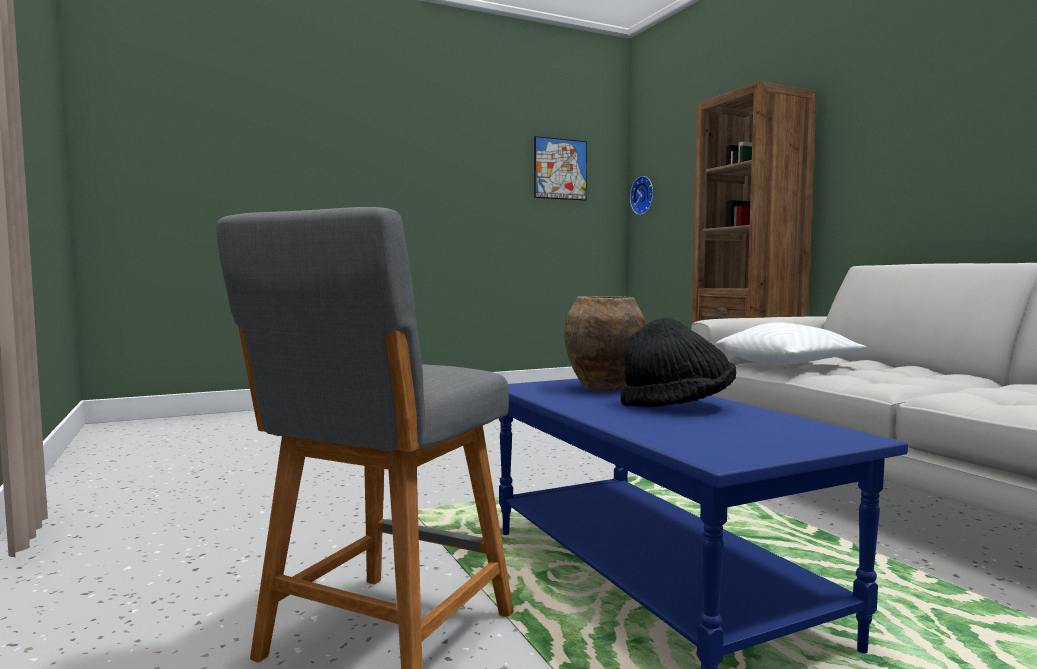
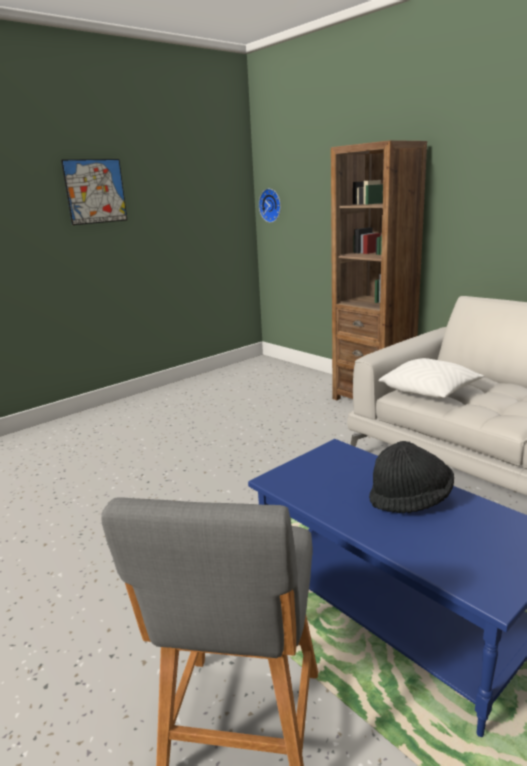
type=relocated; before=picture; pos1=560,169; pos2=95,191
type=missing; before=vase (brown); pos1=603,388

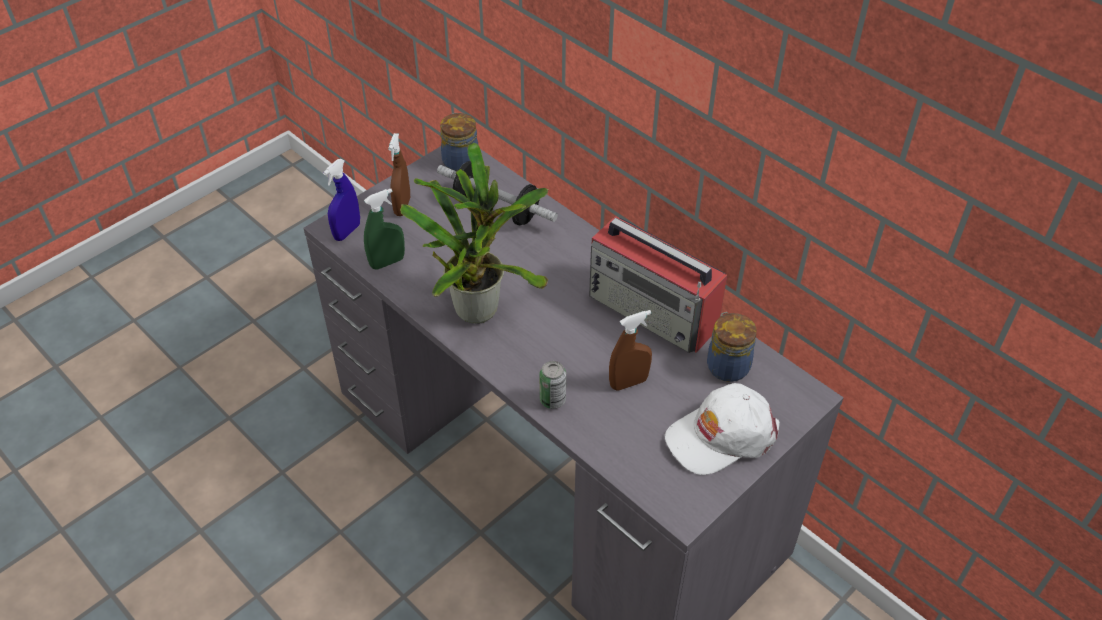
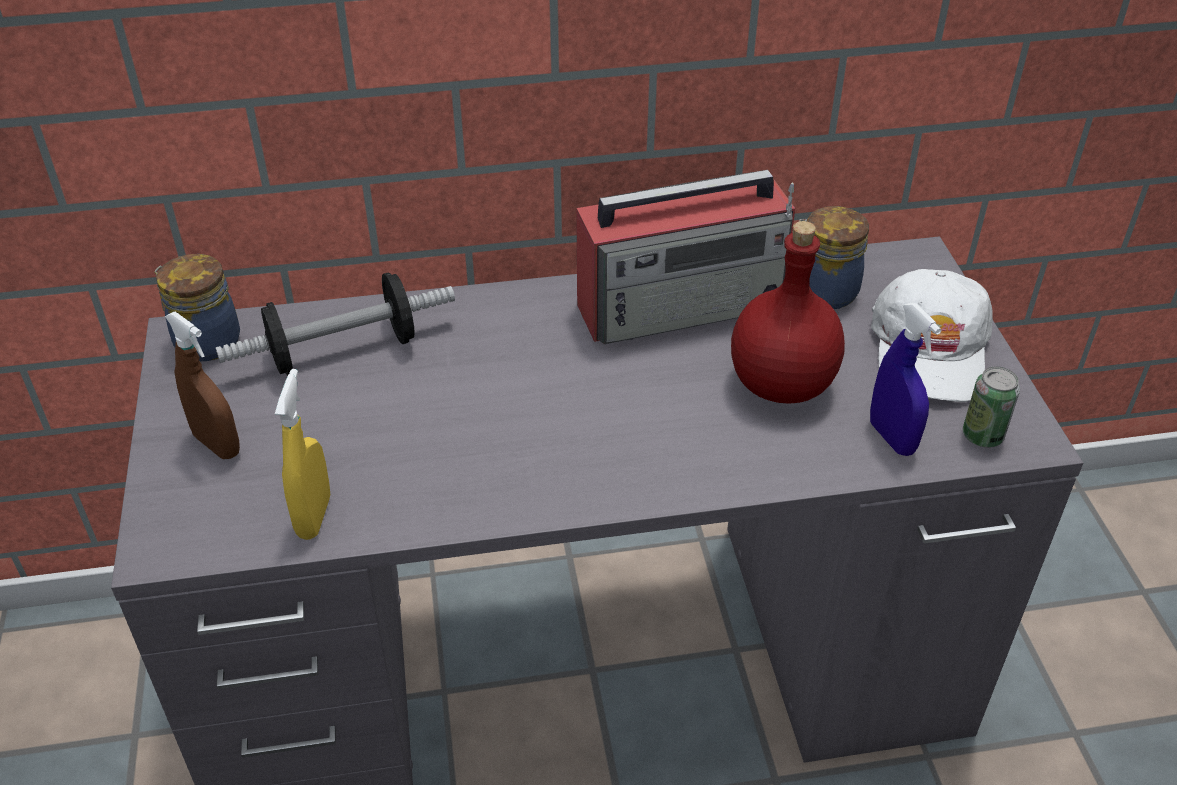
type=missing; before=potted plant; pos1=478,305
type=relocated; before=spray bottle (blue); pos1=347,232; pos2=892,438
type=colour; before=spray bottle (green); after=spray bottle (yellow); pos1=387,262; pos2=314,516
type=exchanged; before=spray bottle (brown); after=bottle (red); pos1=628,382; pos2=782,383
type=relocated; before=can; pos1=552,400; pos2=982,436

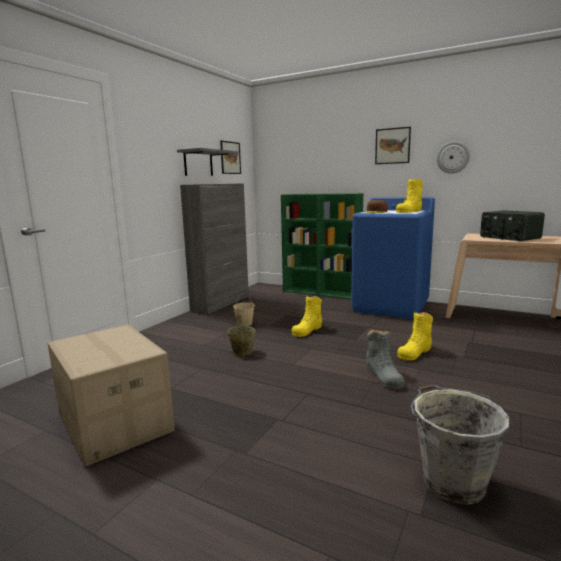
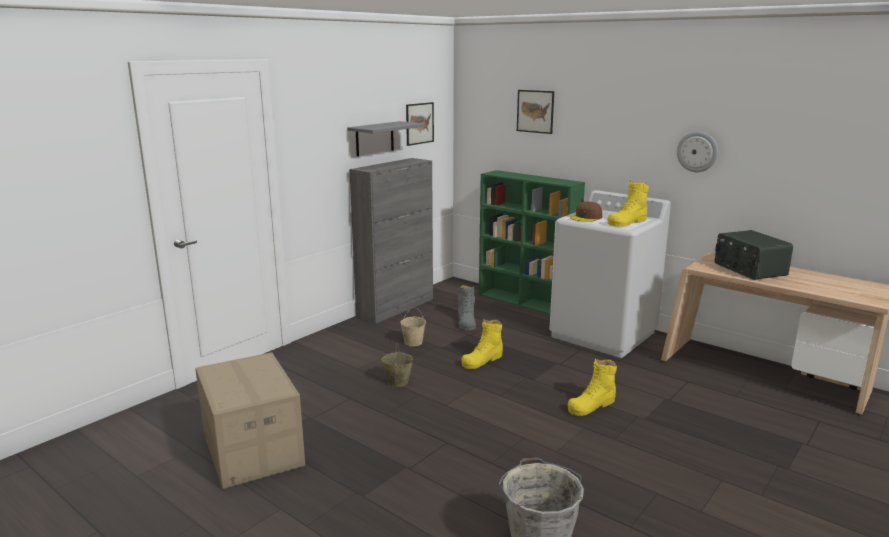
type=relocated; before=picture; pos1=392,146; pos2=535,111
type=colour; before=washing machine (blue); after=washing machine (white); pos1=391,306; pos2=603,334
type=relocated; before=boot (grey); pos1=383,376; pos2=466,322

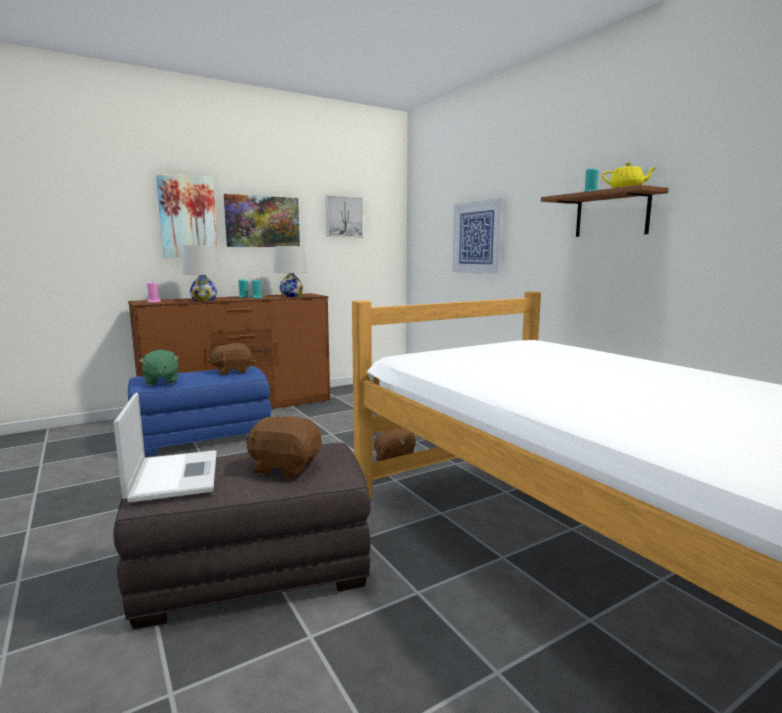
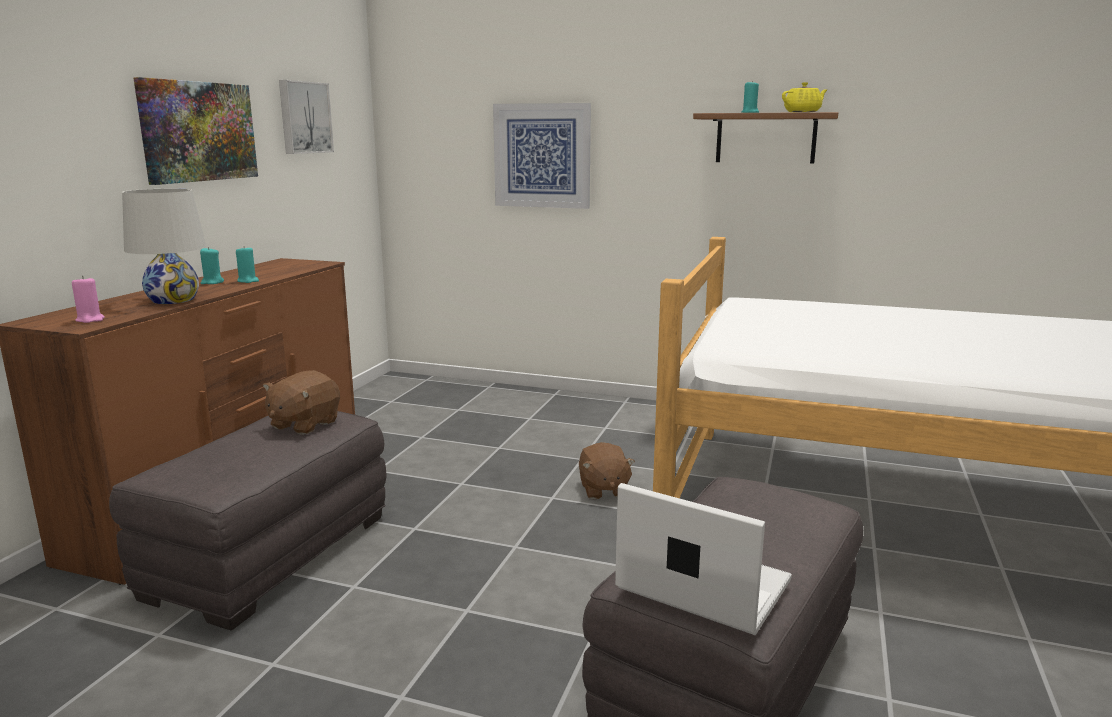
type=missing; before=picture; pos1=187,217
type=missing; before=table lamp (white); pos1=291,296
type=missing; before=plush toy (green); pos1=161,381
type=colour; before=ottoman (blue); after=ottoman (grey); pos1=204,436; pos2=270,554
type=missing; before=plush toy (brown); pos1=285,467

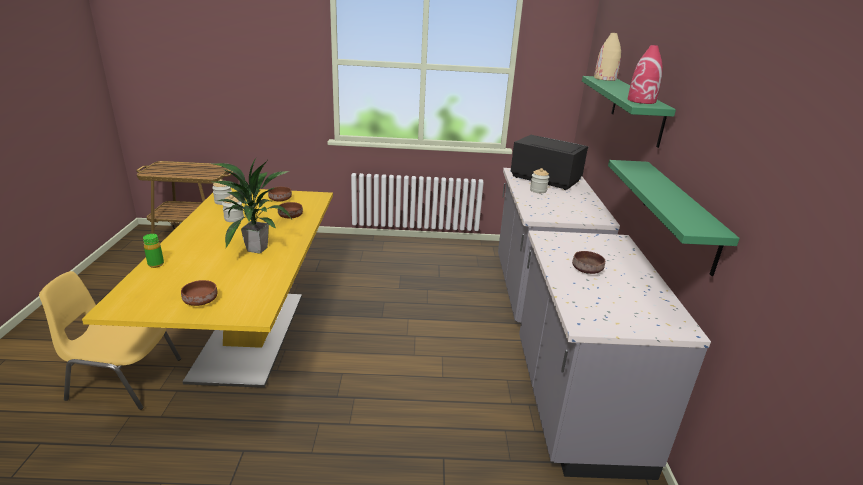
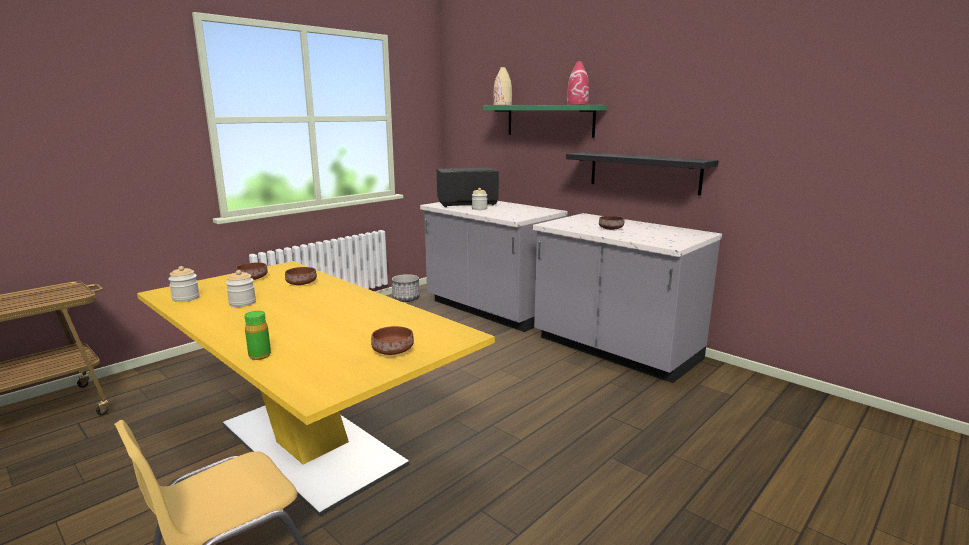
type=missing; before=potted plant; pos1=256,249
type=colour; before=shelf (green); after=shelf (black); pos1=680,214; pos2=643,172
type=appeared; after=planter; pos2=406,299

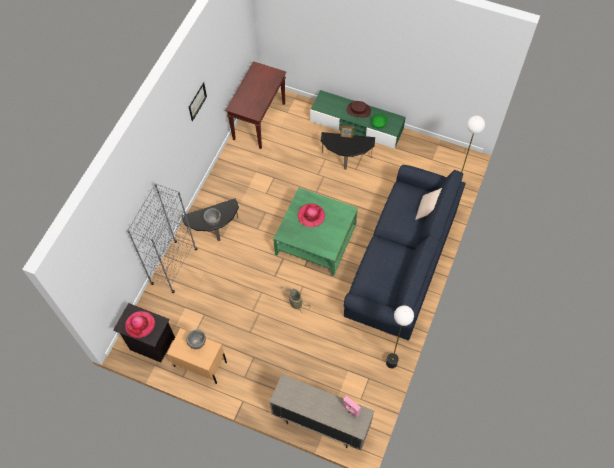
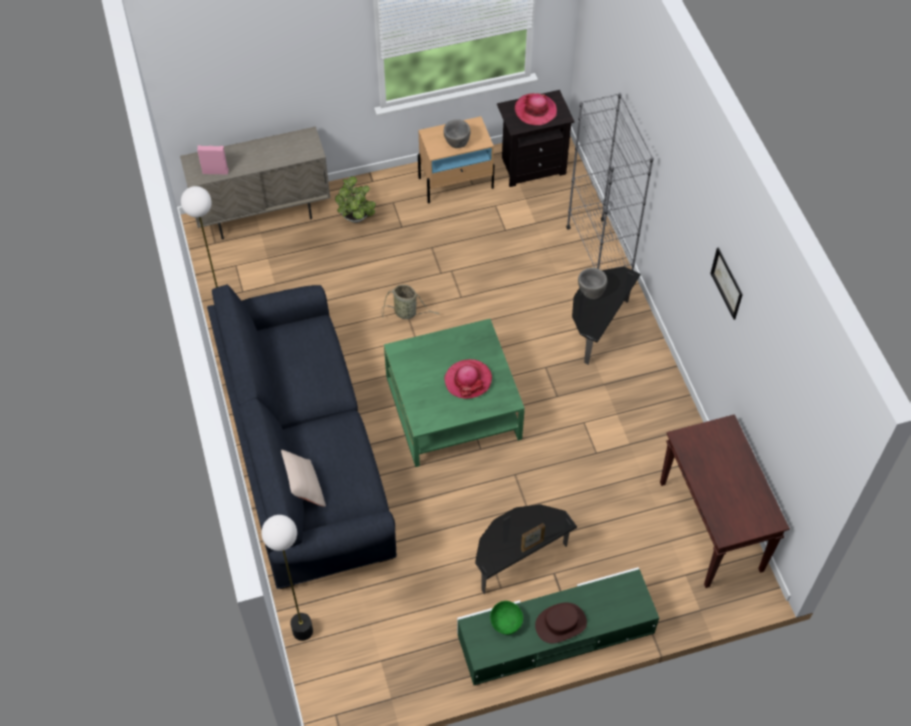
type=appeared; after=potted plant; pos2=356,218

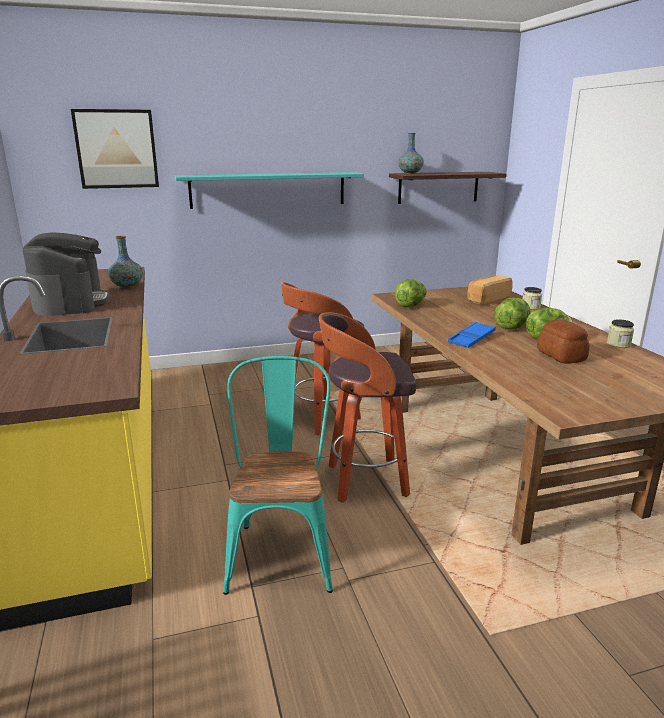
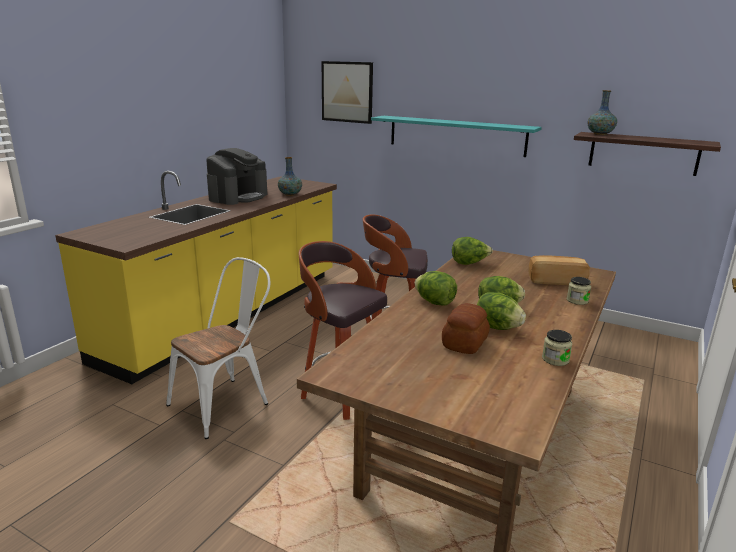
type=exchanged; before=tray (blue); after=lettuce; pos1=471,339; pos2=434,302
type=colour; before=chair (turquoise); after=chair (white); pos1=281,549; pos2=226,402

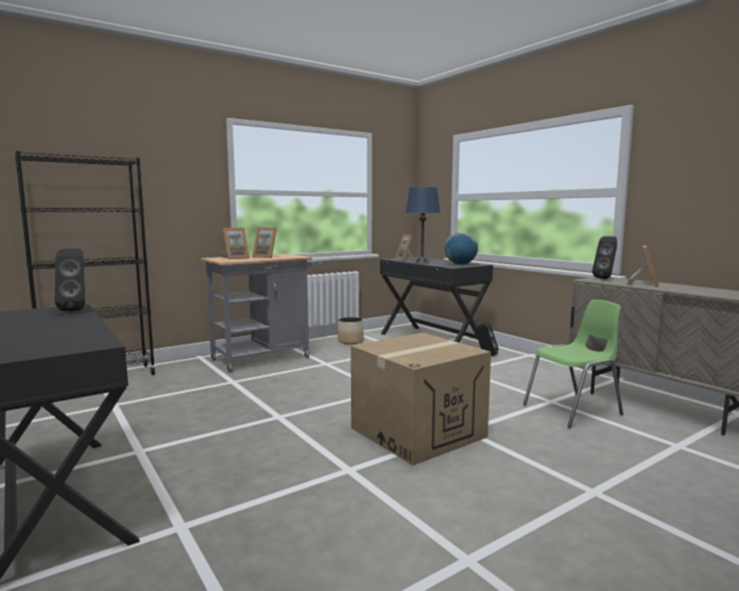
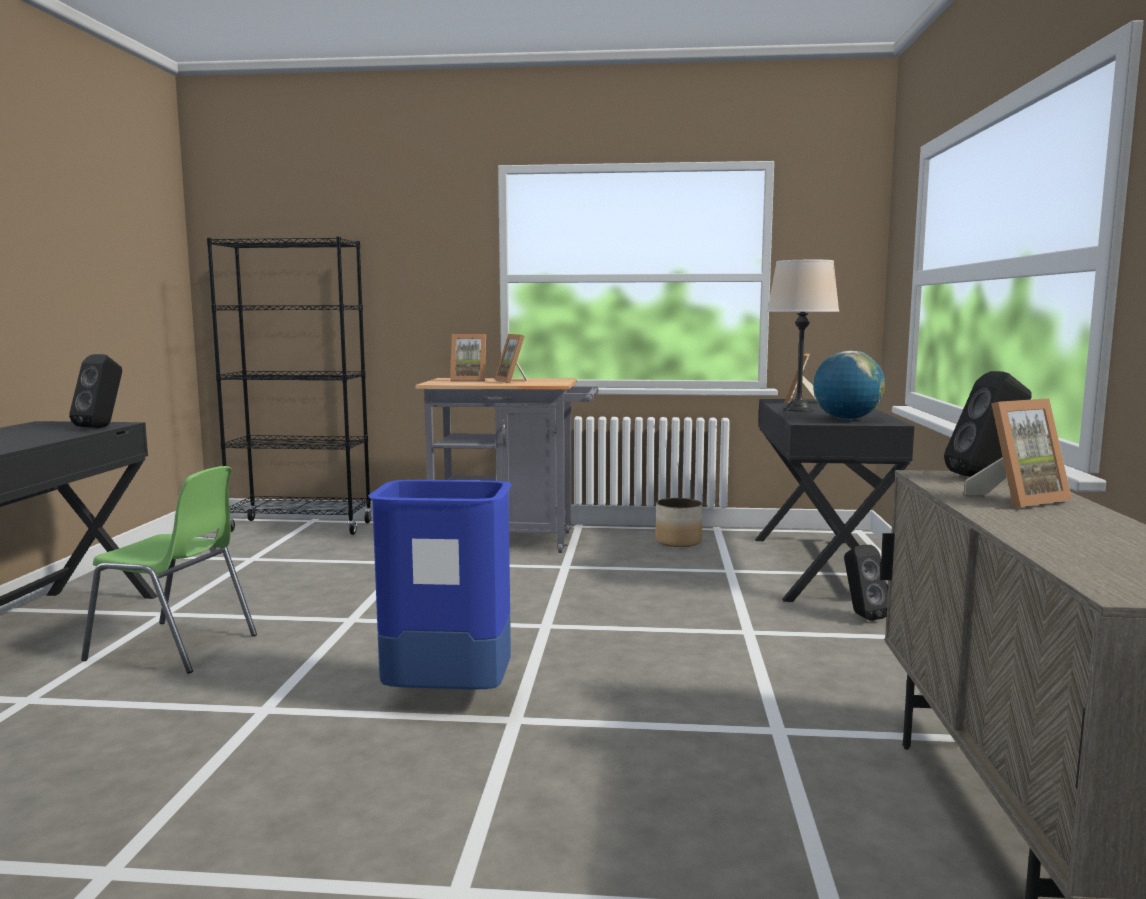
type=colour; before=table lamp (blue); after=table lamp (beige); pos1=422,262; pos2=798,409
type=relocated; before=chair (green); pos1=574,410; pos2=175,648
type=exchanged; before=cardboard box; after=trash can (blue); pos1=418,432; pos2=448,697

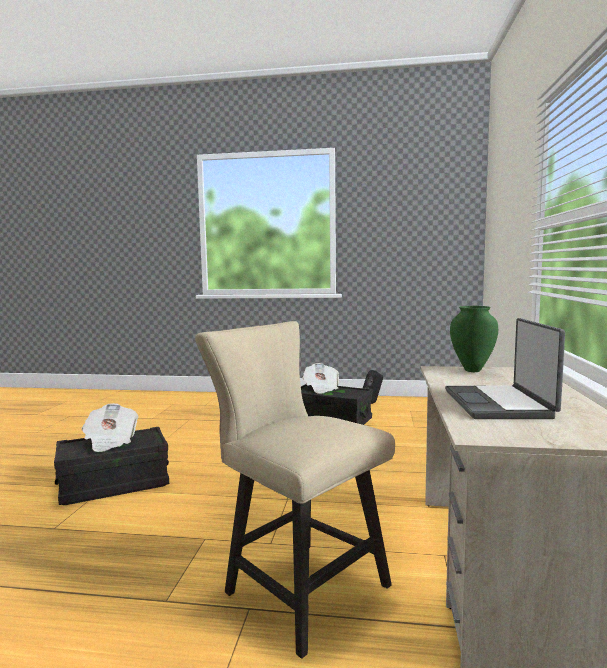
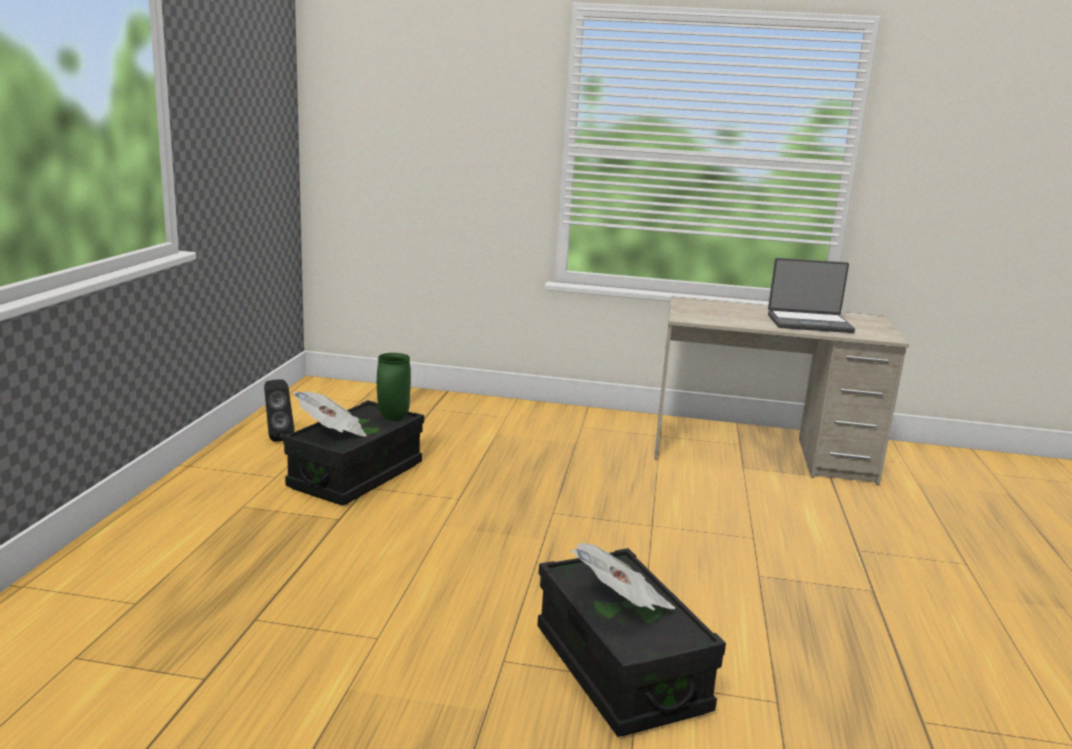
type=relocated; before=vase (green); pos1=472,370; pos2=392,418
type=missing; before=chair (beige); pos1=297,585

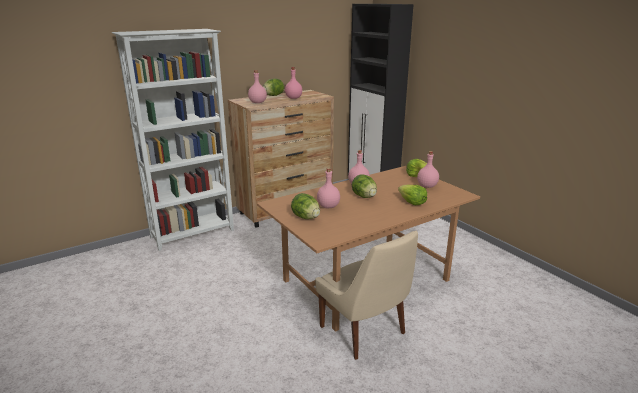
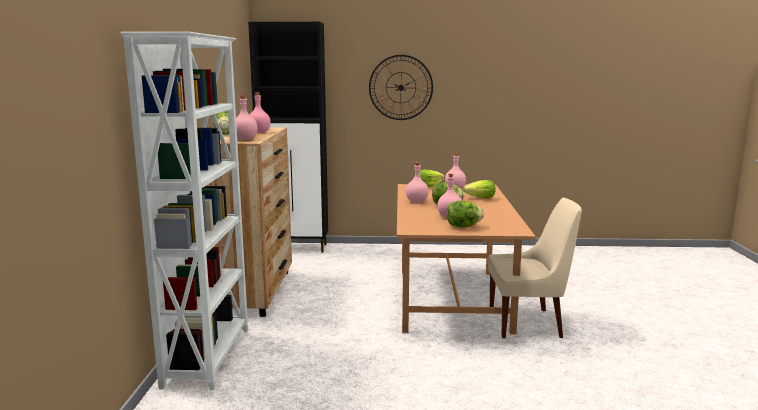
type=appeared; after=wall clock; pos2=400,87

